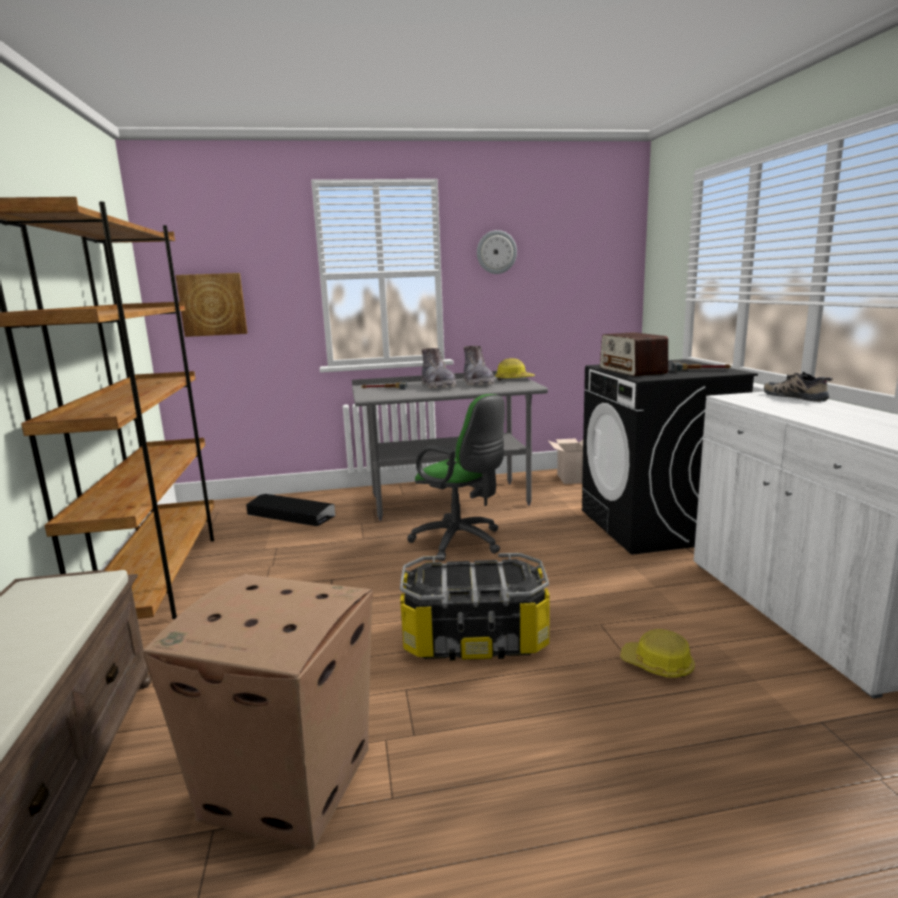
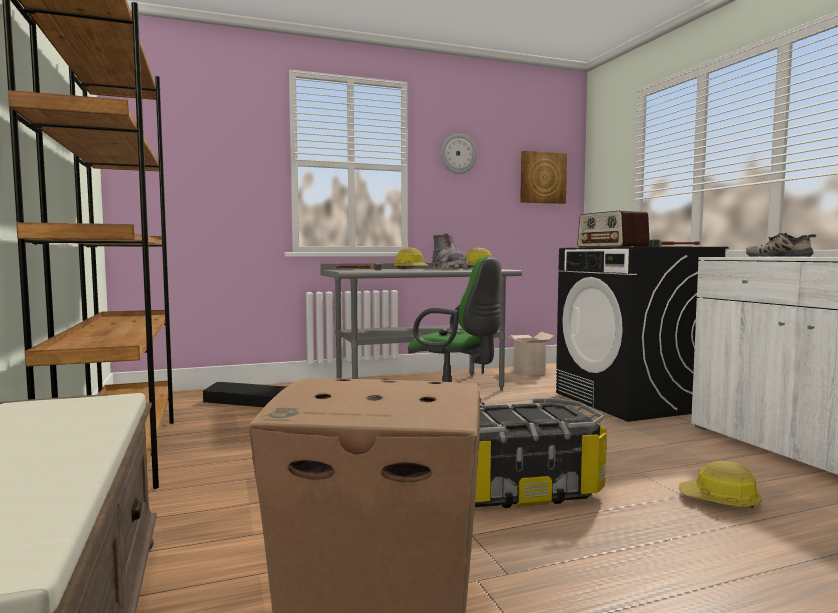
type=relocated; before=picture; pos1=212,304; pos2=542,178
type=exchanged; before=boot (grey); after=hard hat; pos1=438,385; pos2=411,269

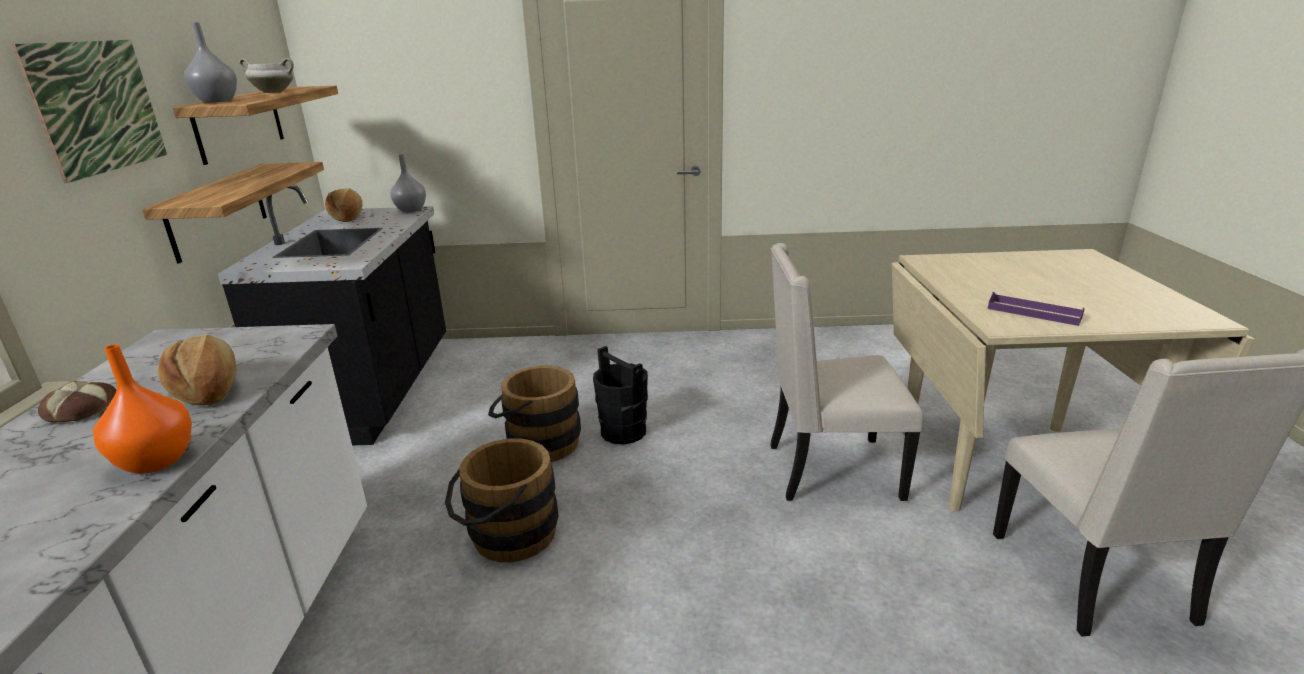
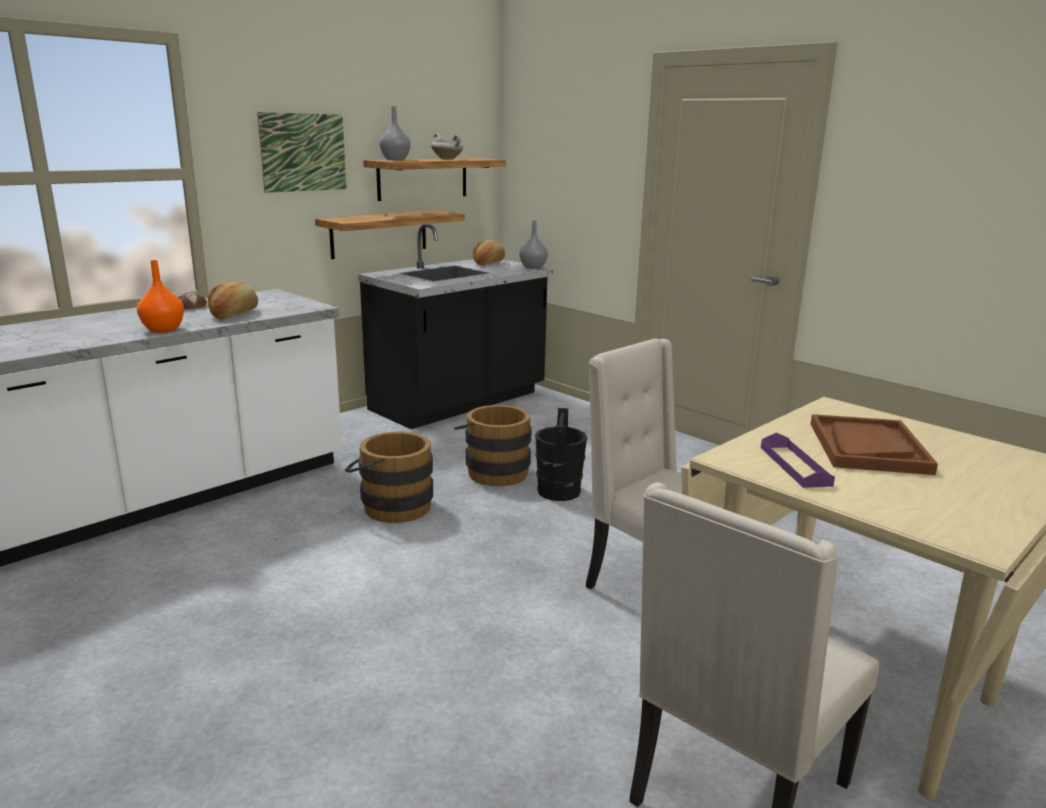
type=appeared; after=tray (brown); pos2=867,447

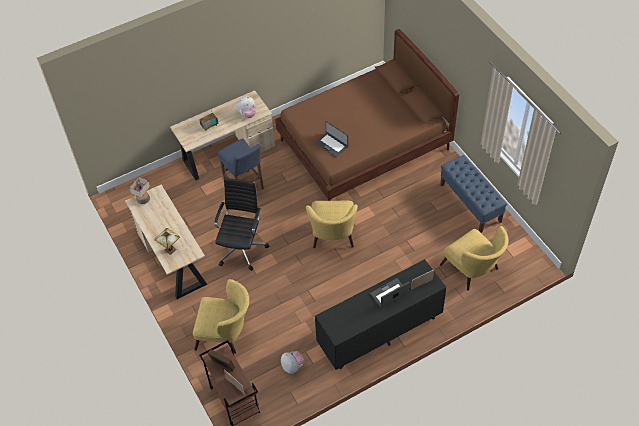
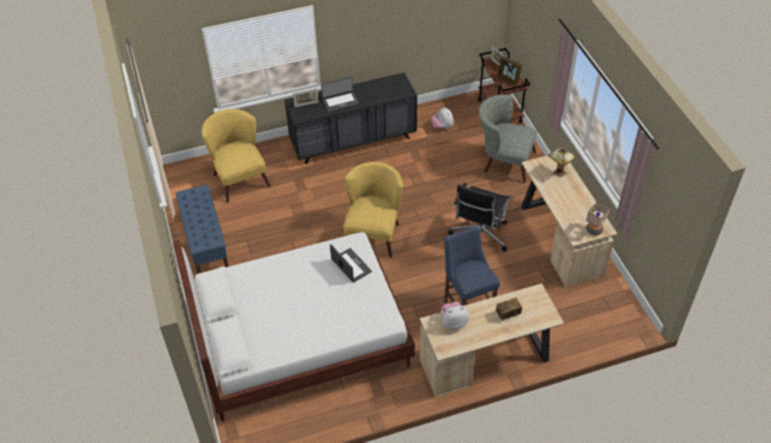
type=colour; before=bed (brown); after=bed (white); pos1=364,145; pos2=300,338
type=colour; before=armchair (yellow); after=armchair (grey); pos1=226,333; pos2=503,160

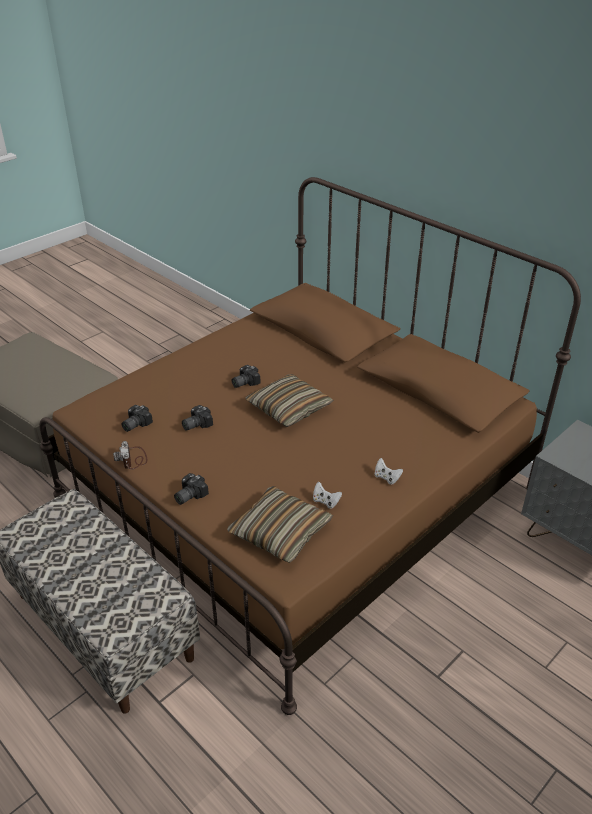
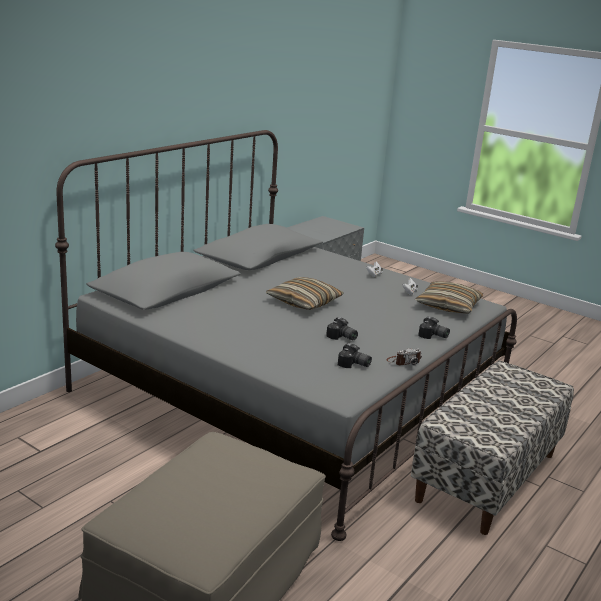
type=colour; before=bed (brown); after=bed (grey); pos1=296,491; pos2=292,391
type=missing; before=photo camera; pos1=244,382

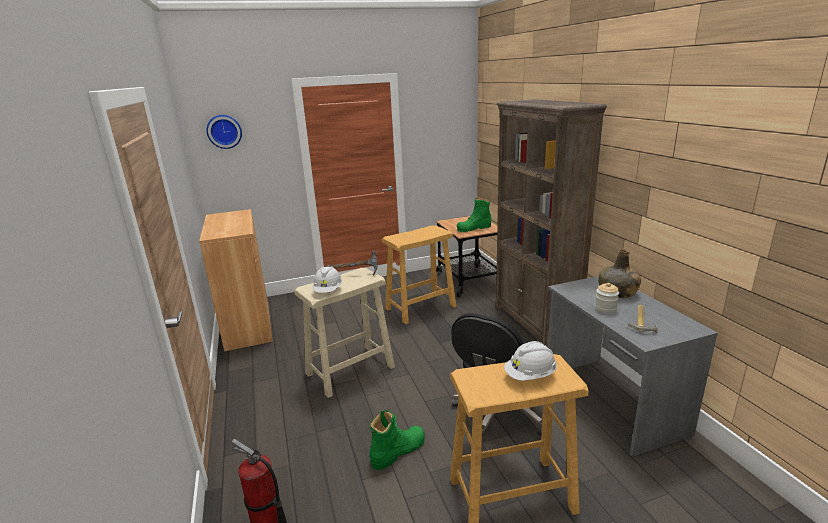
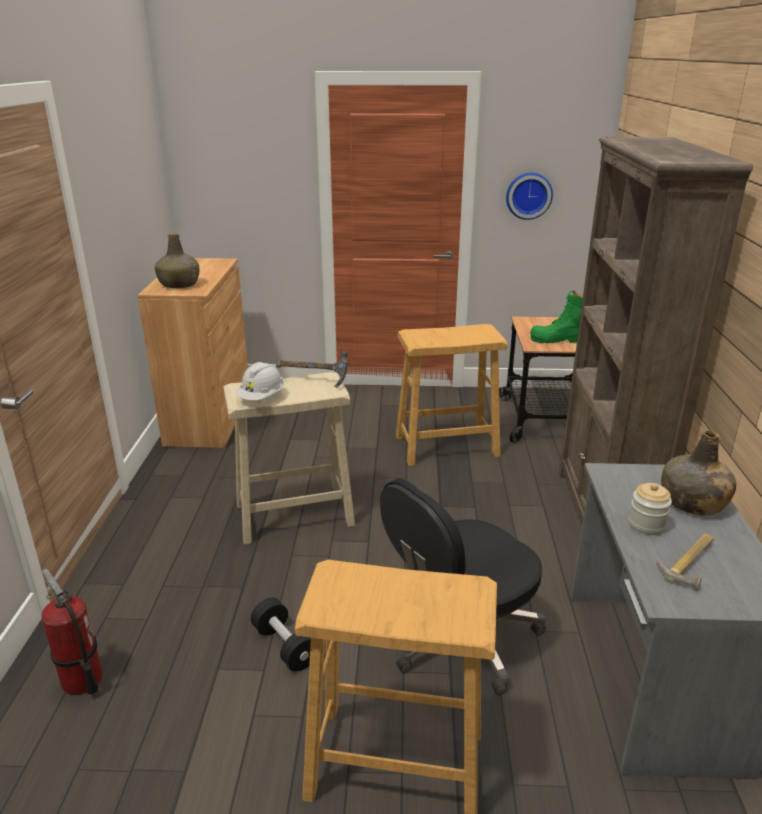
type=relocated; before=wall clock; pos1=224,131; pos2=528,195
type=missing; before=hard hat (white); pos1=530,376
type=exchanged; before=boot (green); after=dumbbell (black); pos1=398,451; pos2=285,646
type=appeared; after=bottle (green); pos2=180,284

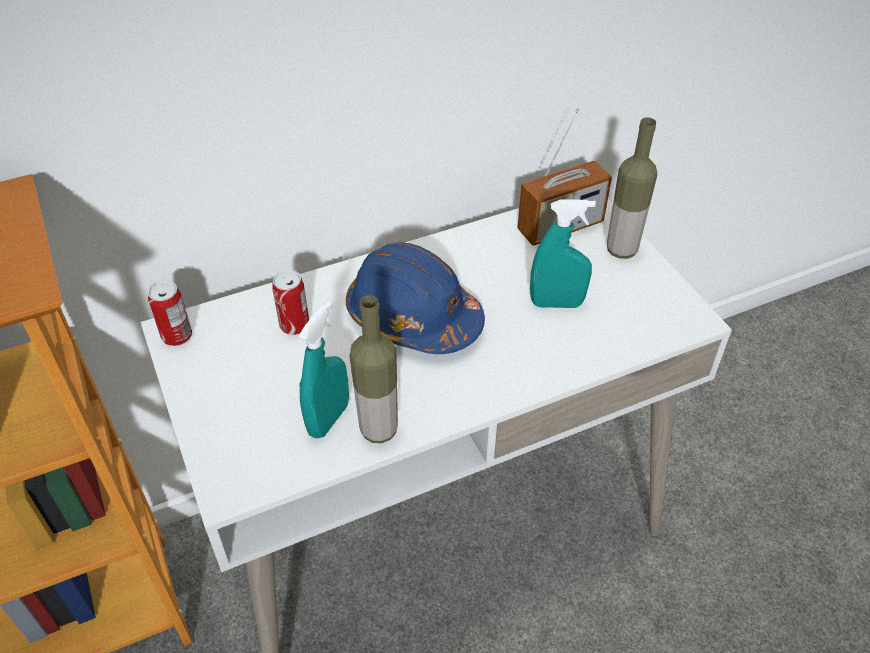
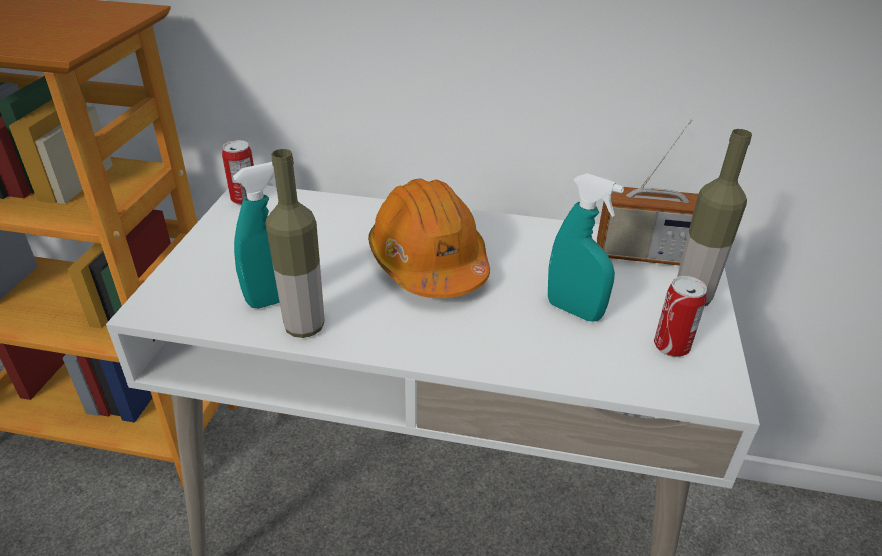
type=colour; before=hard hat (blue); after=hard hat (orange); pos1=413,317; pos2=428,263
type=relocated; before=can; pos1=294,325; pos2=671,346

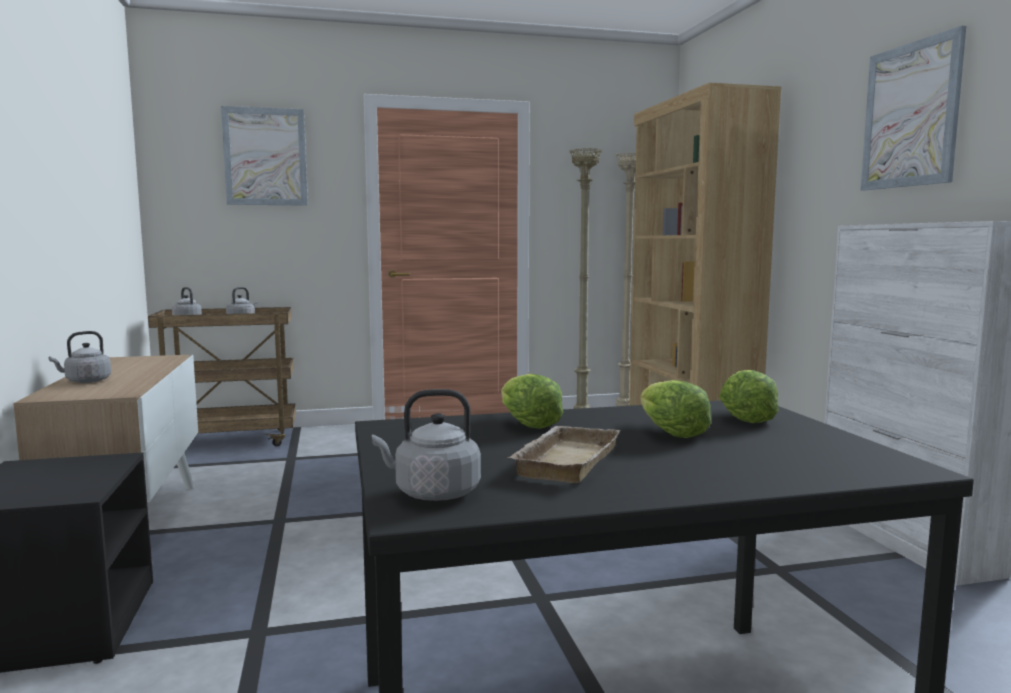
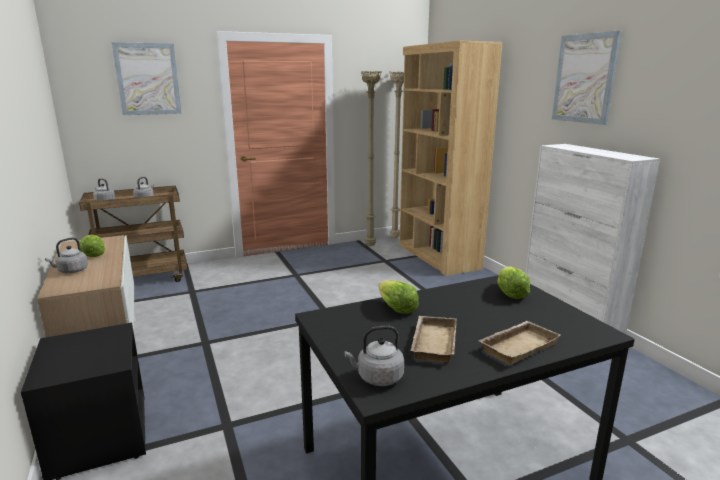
type=relocated; before=lettuce; pos1=669,432; pos2=93,254
type=appeared; after=tray (beige); pos2=517,345

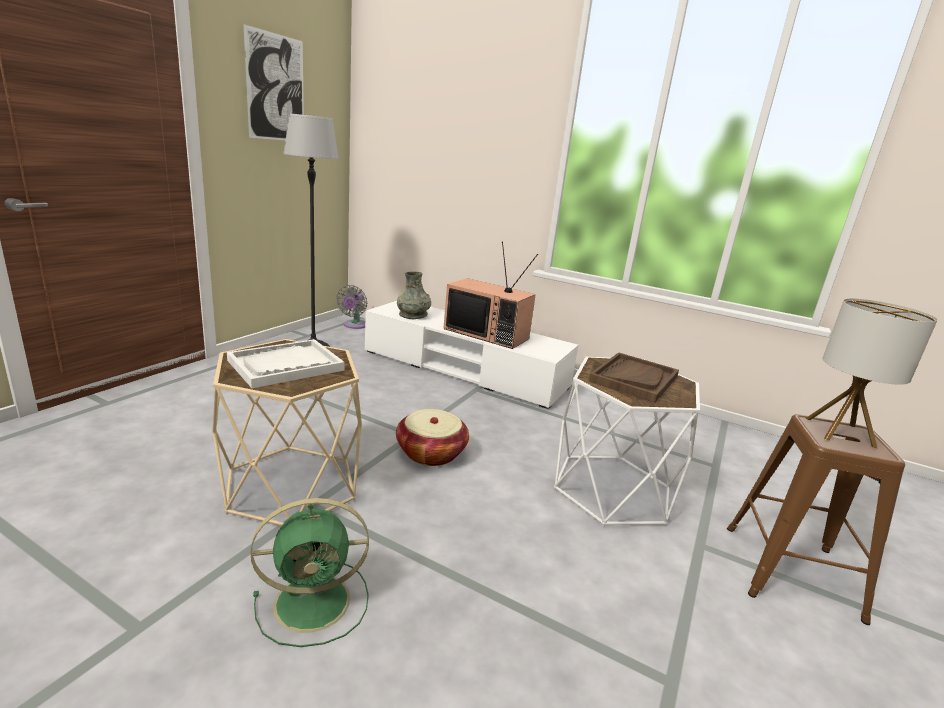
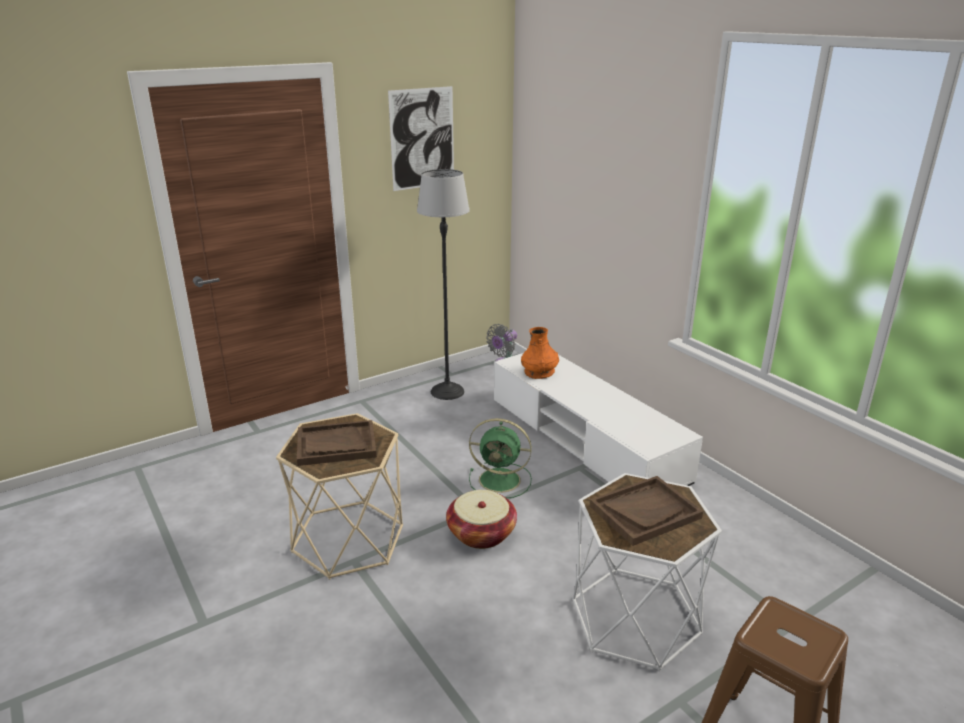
type=missing; before=television; pos1=488,334
type=colour; before=vase (grey); after=vase (orange); pos1=413,315; pos2=539,372
type=missing; before=table lamp; pos1=840,432
type=colour; before=tray (white); after=tray (brown); pos1=286,365; pos2=336,445
type=relocated; before=fan (green); pos1=316,601; pos2=501,480

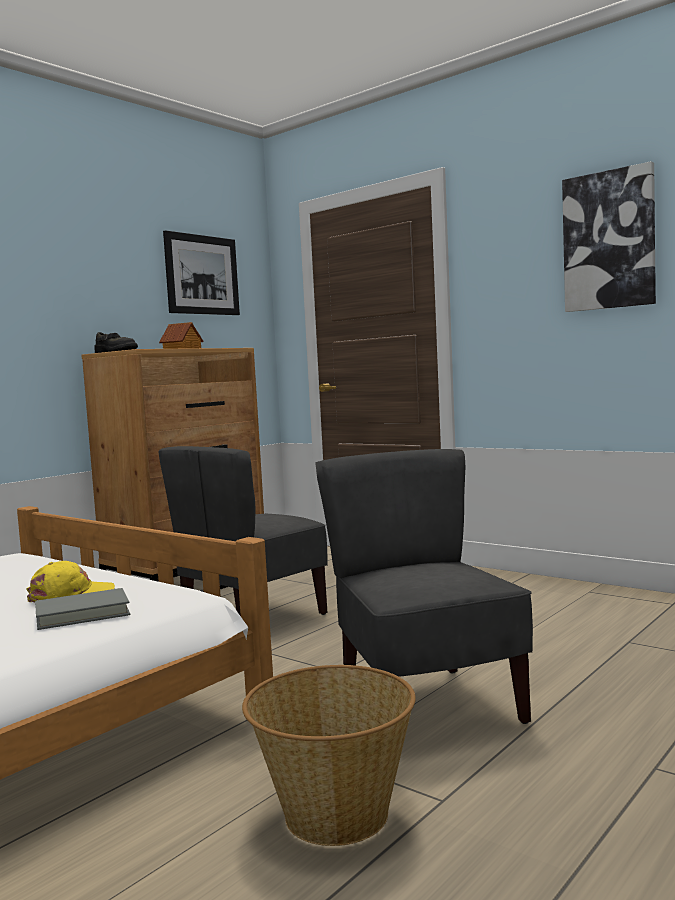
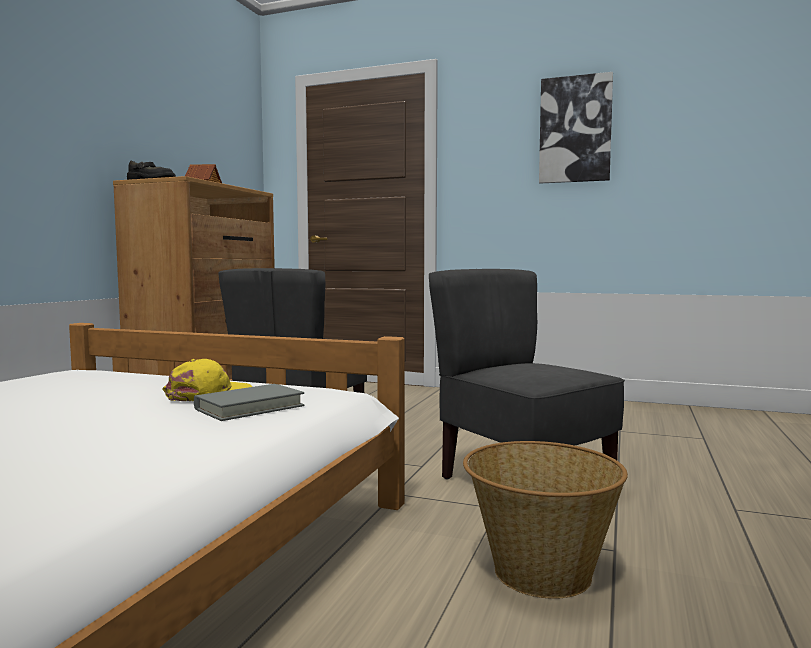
type=missing; before=picture; pos1=202,275

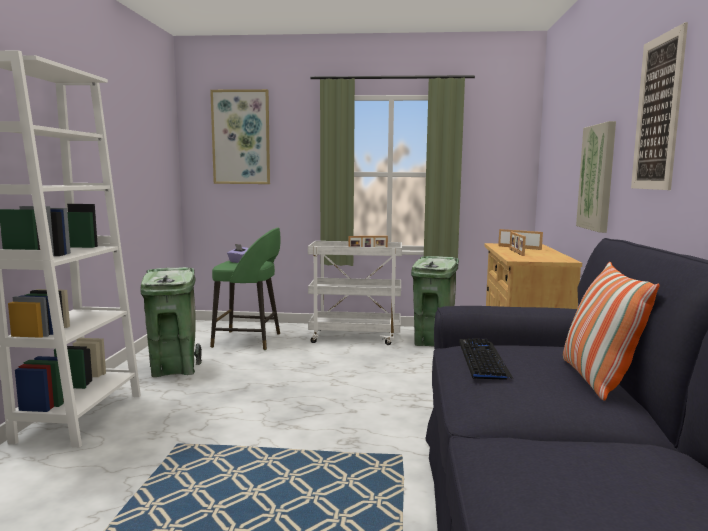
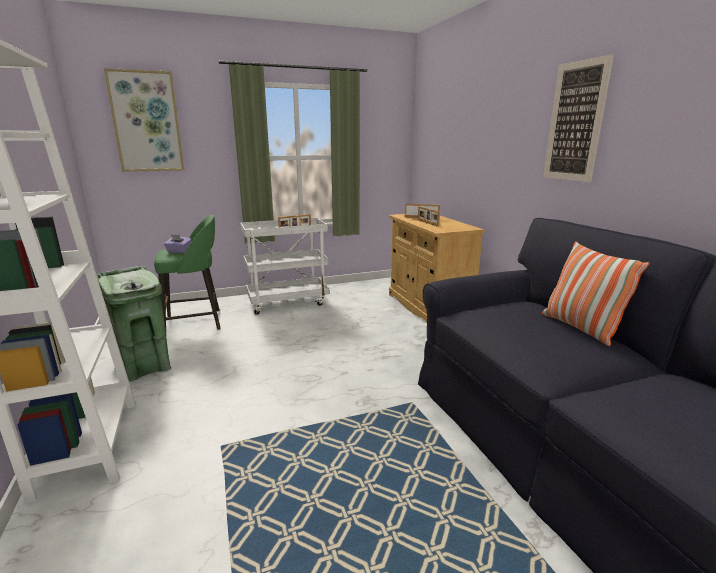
type=missing; before=picture; pos1=597,177
type=missing; before=trash can (green); pos1=433,342
type=missing; before=keyboard; pos1=482,360

